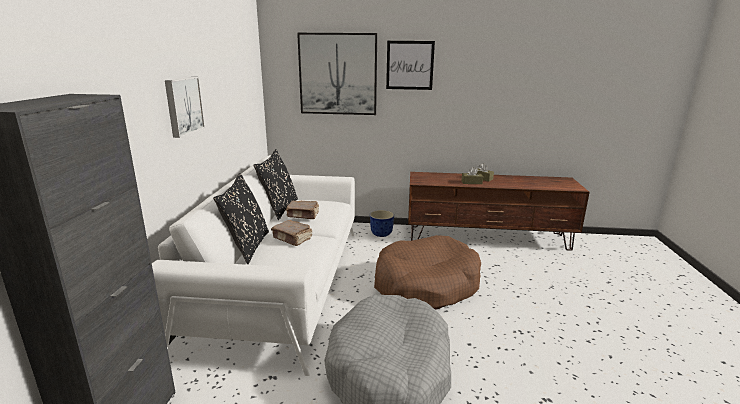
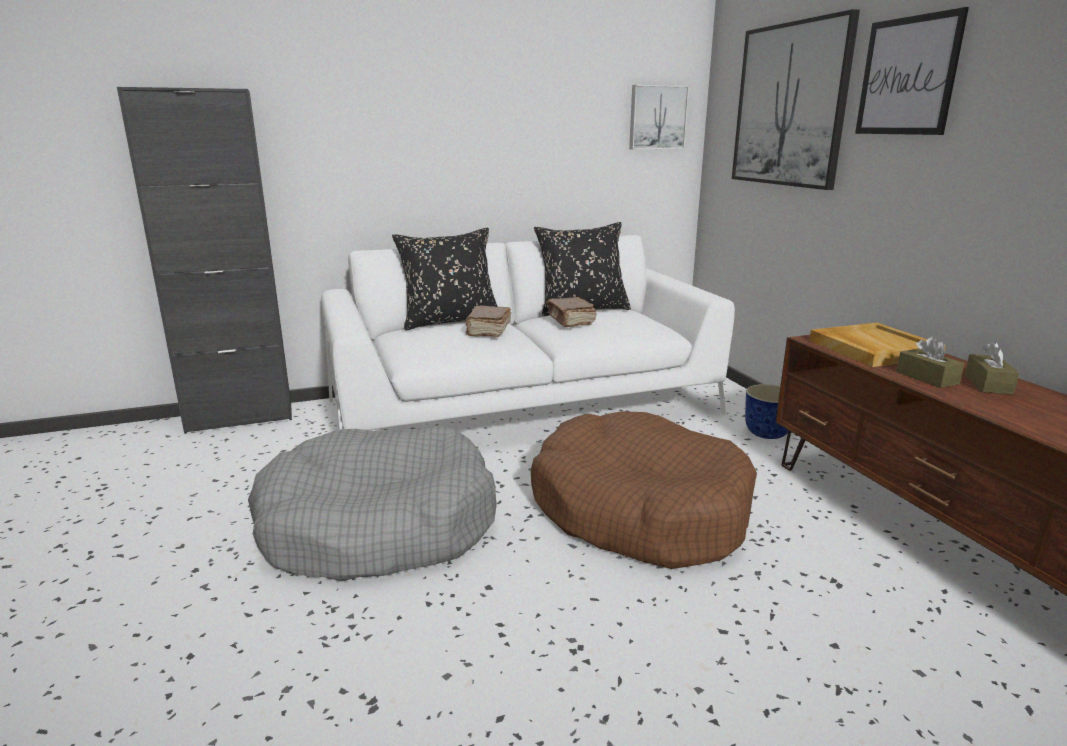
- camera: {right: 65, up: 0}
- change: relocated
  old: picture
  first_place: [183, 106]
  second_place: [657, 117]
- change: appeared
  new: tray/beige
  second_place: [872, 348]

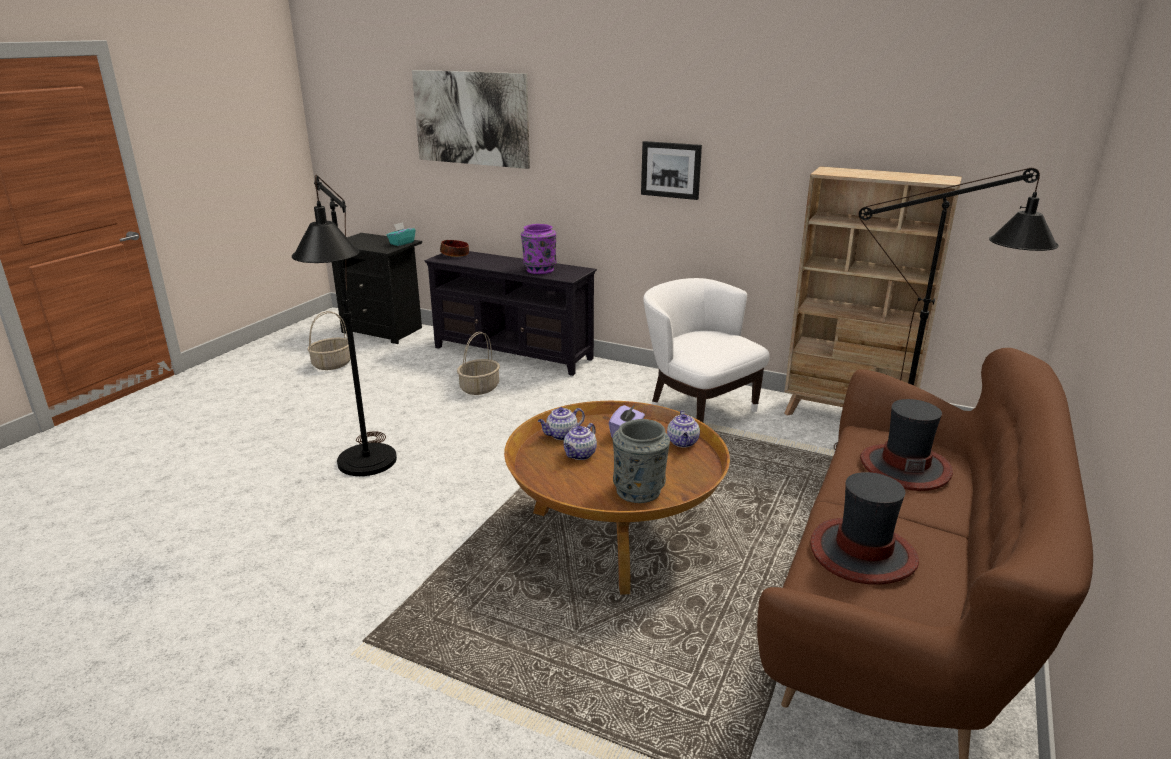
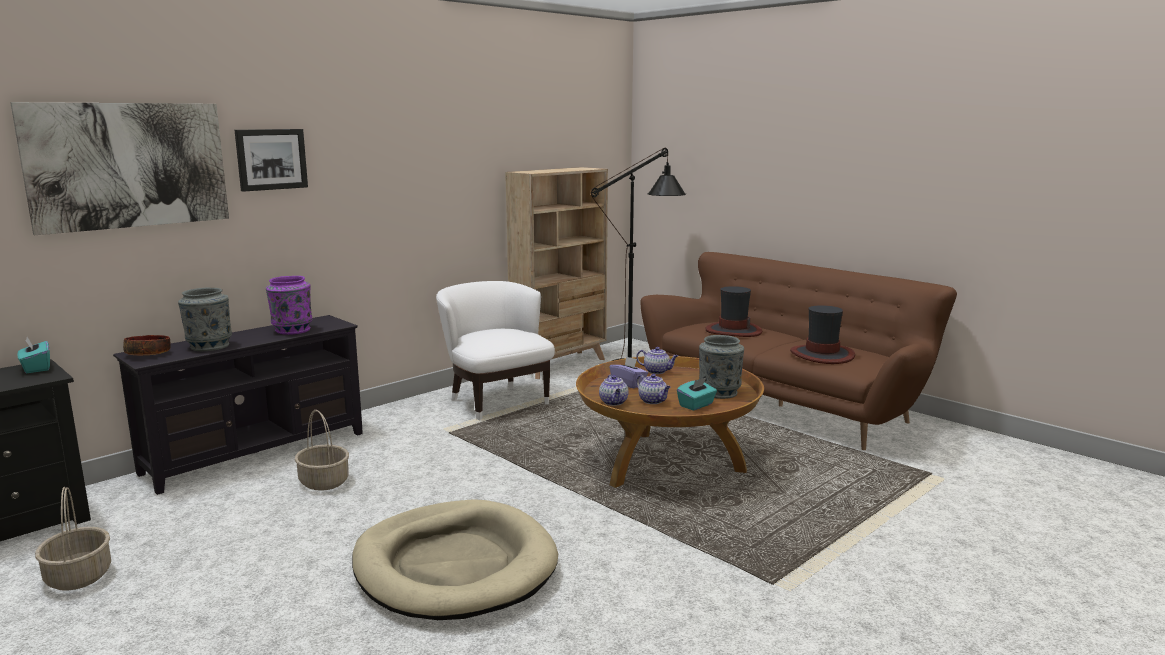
- camera: {right: -70, up: -10}
- change: exchanged
  old: floor lamp/black
  new: dog bed/beige
  first_place: [365, 470]
  second_place: [454, 566]
- change: relocated
  old: picture
  first_place: [671, 170]
  second_place: [271, 159]
- change: spun
  old: armchair/white
  first_place: [698, 409]
  second_place: [496, 401]
  degrees: 75
- change: appeared
  new: vase/grey
  second_place: [209, 346]
- change: appeared
  new: tissue box/turquoise
  second_place: [696, 405]

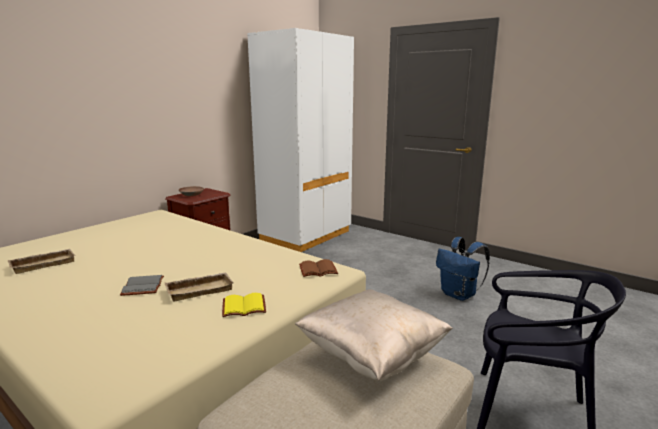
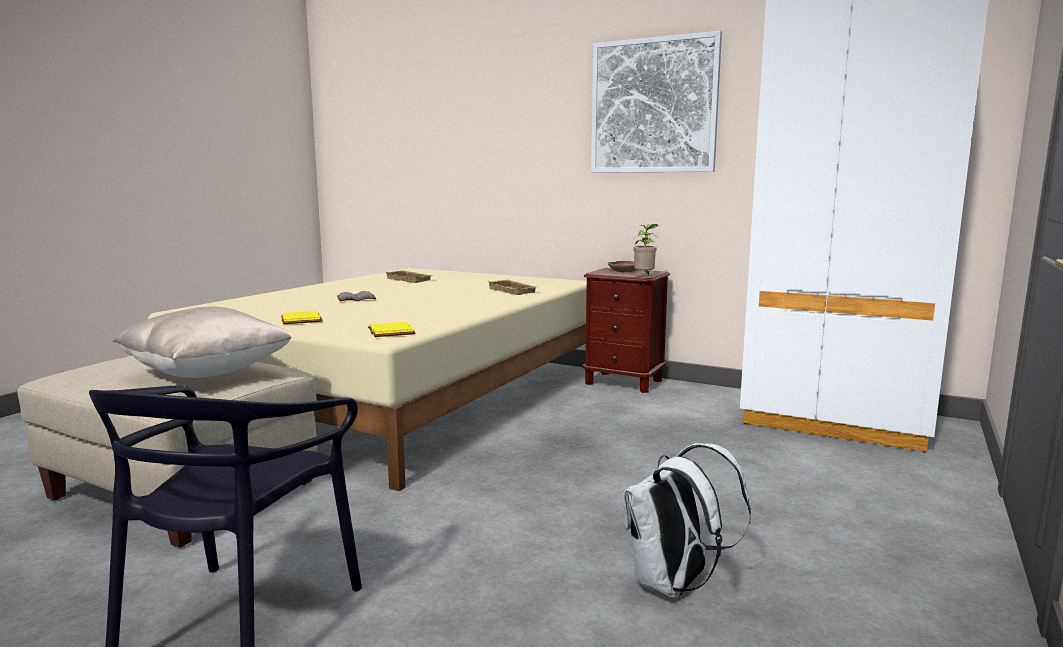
- camera: {right: 80, up: -5}
- change: relocated
  old: tray/beige
  first_place: [200, 289]
  second_place: [514, 291]
- change: colour
  old: book/brown
  new: book/yellow
  first_place: [317, 270]
  second_place: [389, 332]
- change: colour
  old: backpack/blue
  new: backpack/white
  first_place: [459, 295]
  second_place: [674, 585]
- change: appeared
  new: picture
  second_place: [653, 106]
- change: appeared
  new: potted plant
  second_place: [644, 277]

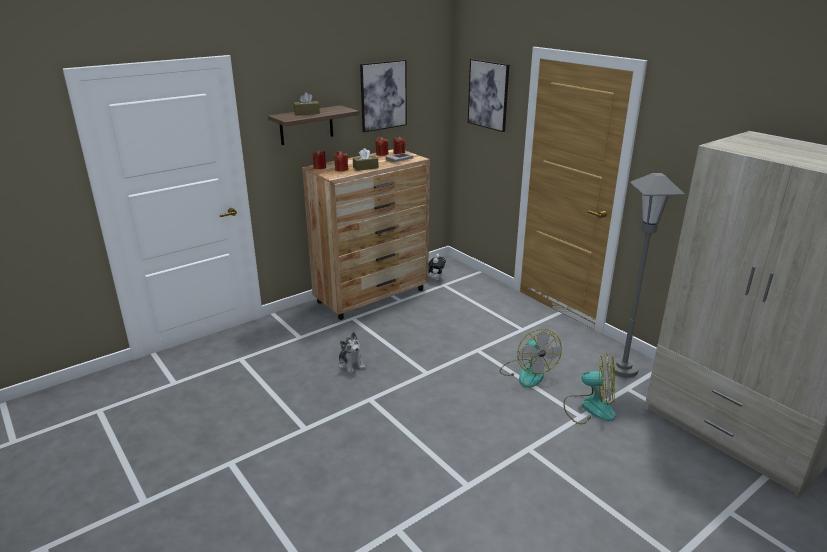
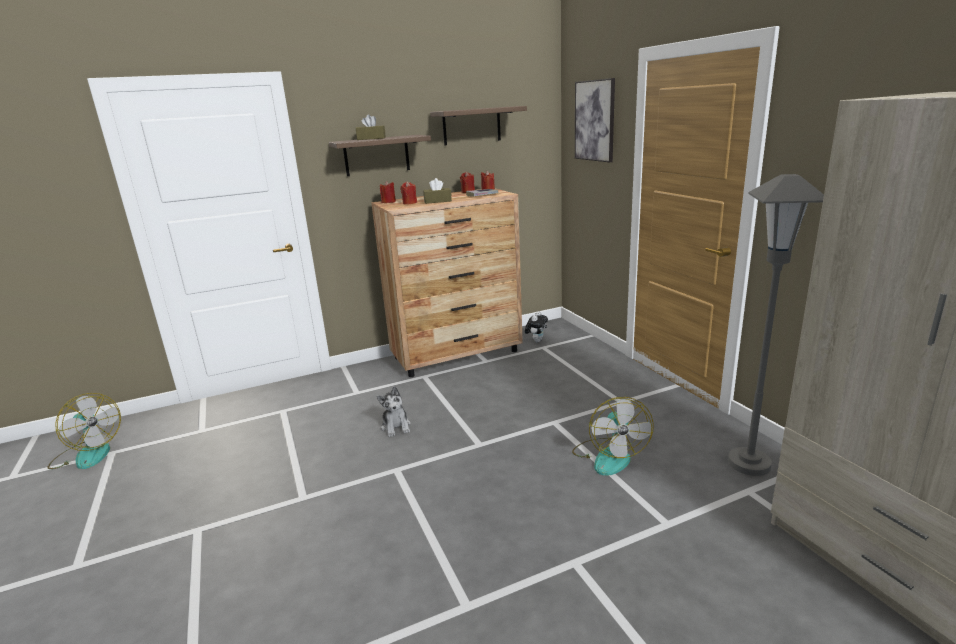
- camera: {right: 15, up: -5}
- change: exchanged
  old: picture
  new: shelf
  first_place: [383, 95]
  second_place: [471, 126]
- change: relocated
  old: fan
  first_place: [589, 407]
  second_place: [88, 454]

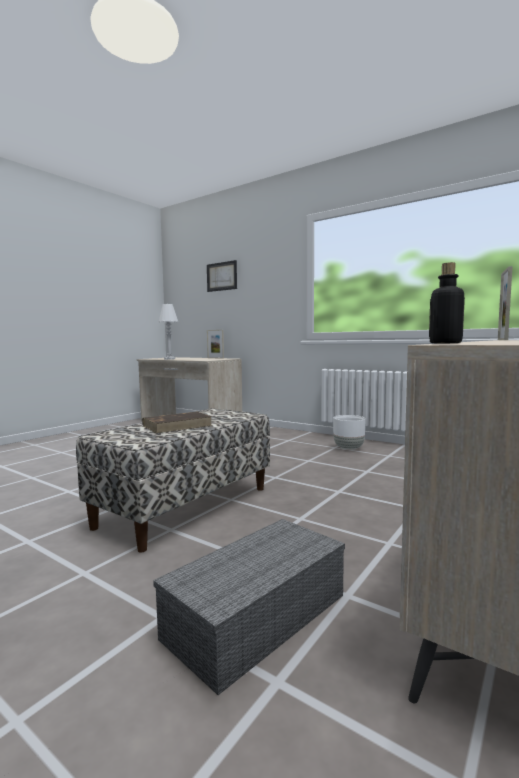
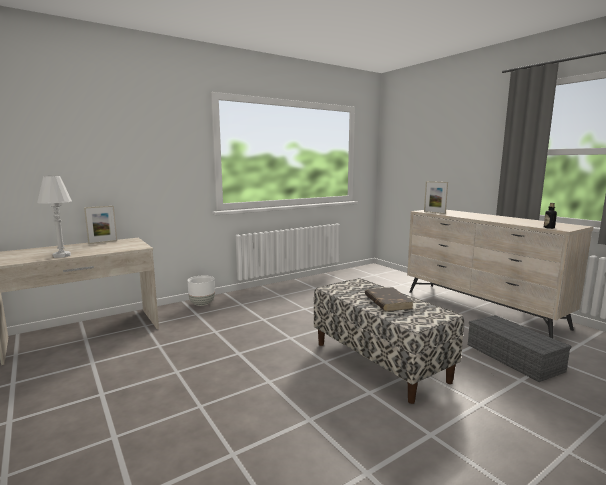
- camera: {right: -70, up: 5}
- change: missing
  old: picture
  first_place: [222, 276]
- change: relocated
  old: planter/white
  first_place: [348, 448]
  second_place: [202, 304]

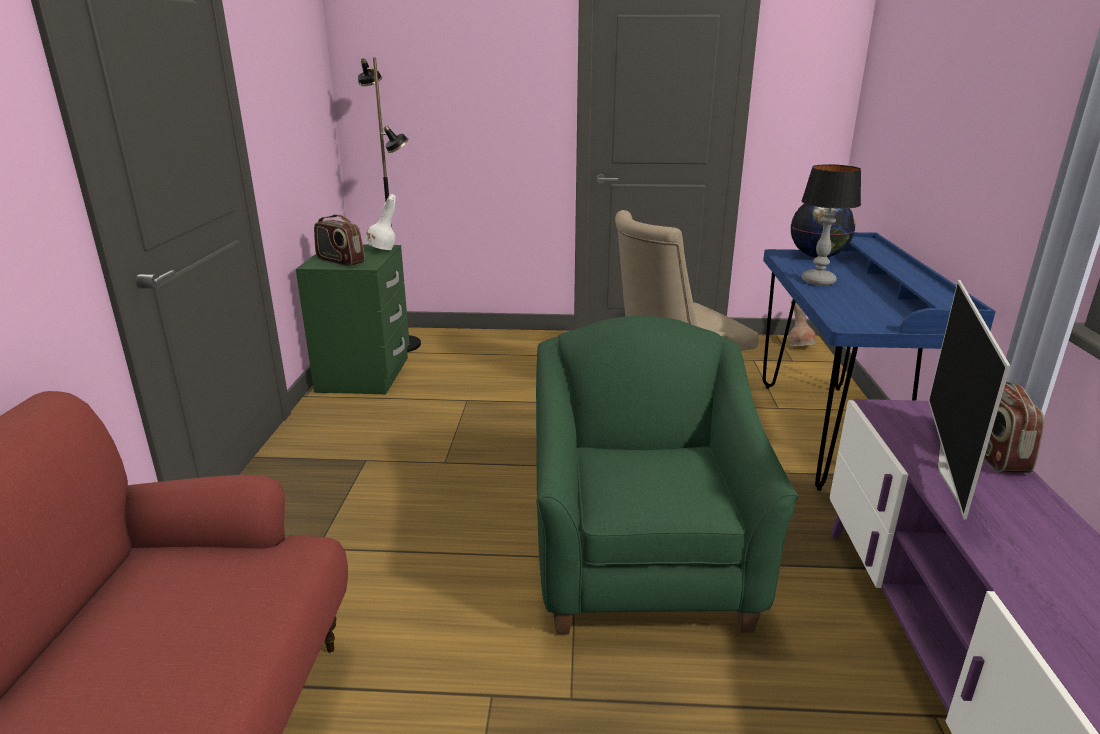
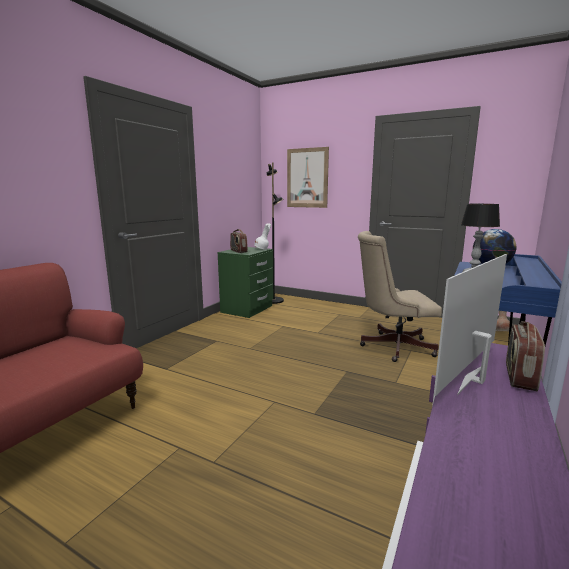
- camera: {right: 25, up: -10}
- change: missing
  old: armchair/green
  first_place: [642, 563]
- change: appeared
  new: picture
  second_place: [307, 178]

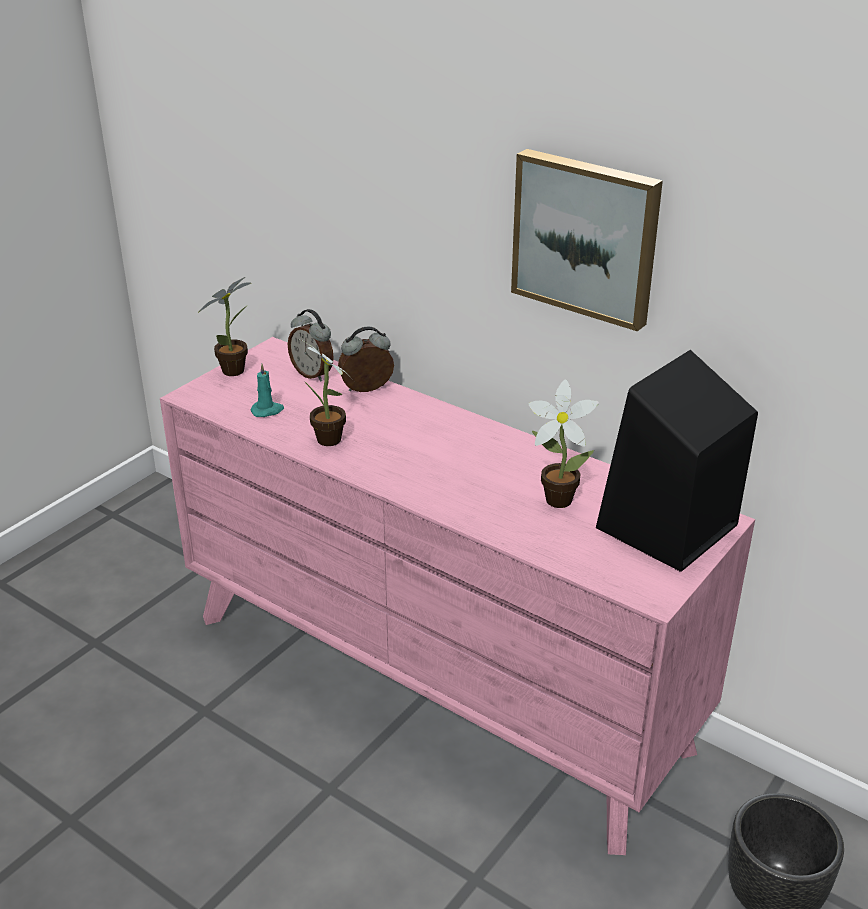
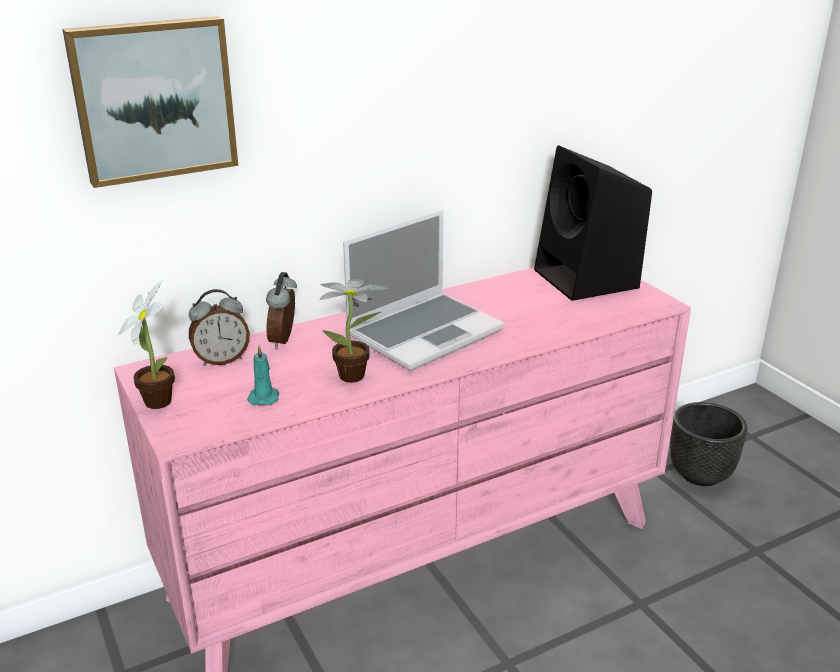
- camera: {right: -65, up: -5}
- change: relocated
  old: picture
  first_place: [586, 236]
  second_place: [153, 99]
- change: missing
  old: potted plant
  first_place: [555, 498]
- change: appeared
  new: laptop
  second_place: [425, 332]

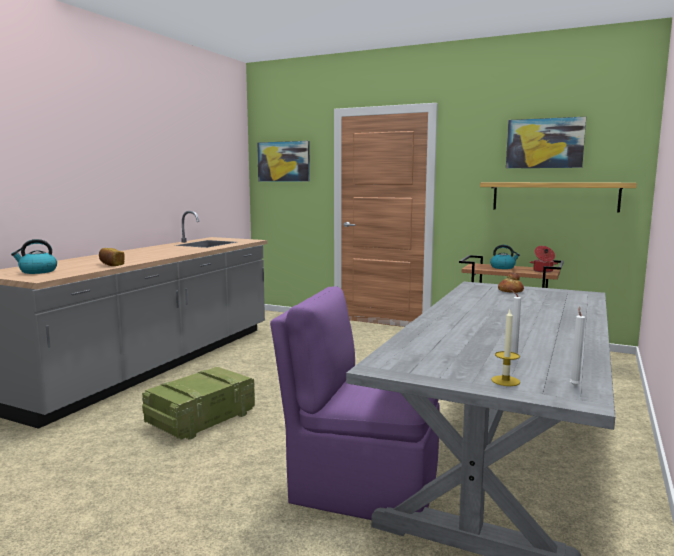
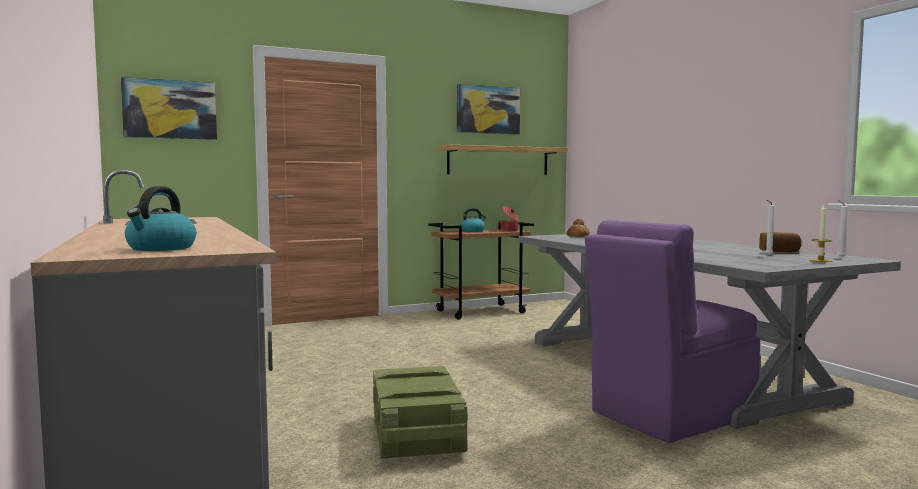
- camera: {right: -50, up: -5}
- change: relocated
  old: bread
  first_place: [111, 264]
  second_place: [779, 252]

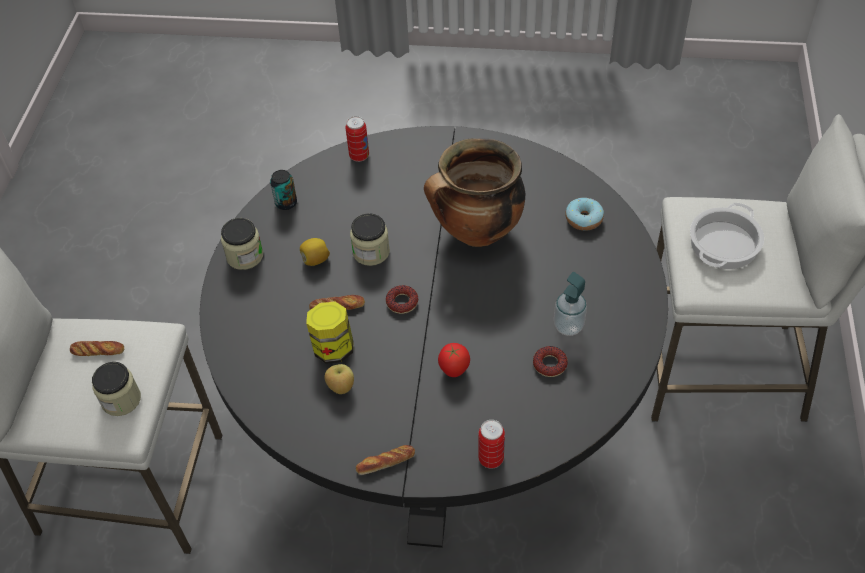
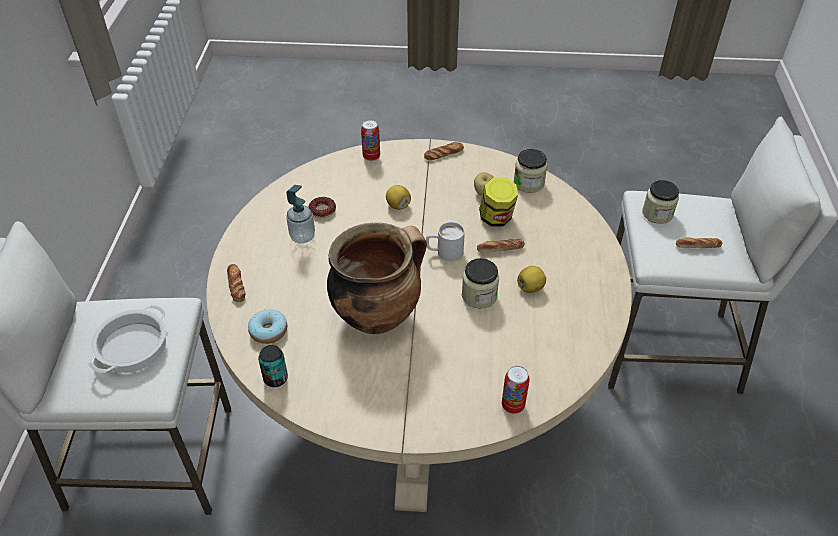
- camera: {right: 175, up: -5}
- change: colour
  old: dining table/black
  new: dining table/beige
  first_place: [439, 424]
  second_place: [418, 403]
- change: relocated
  old: jar
  first_place: [245, 256]
  second_place: [529, 183]
- change: relocated
  old: can
  first_place: [286, 203]
  second_place: [275, 378]
- change: exchanged
  old: donut
  new: mug/white
  first_place: [402, 302]
  second_place: [444, 252]
- change: exchanged
  old: tomato
  new: lemon
  first_place: [453, 370]
  second_place: [398, 205]
- change: appeared
  new: bread
  second_place: [236, 285]

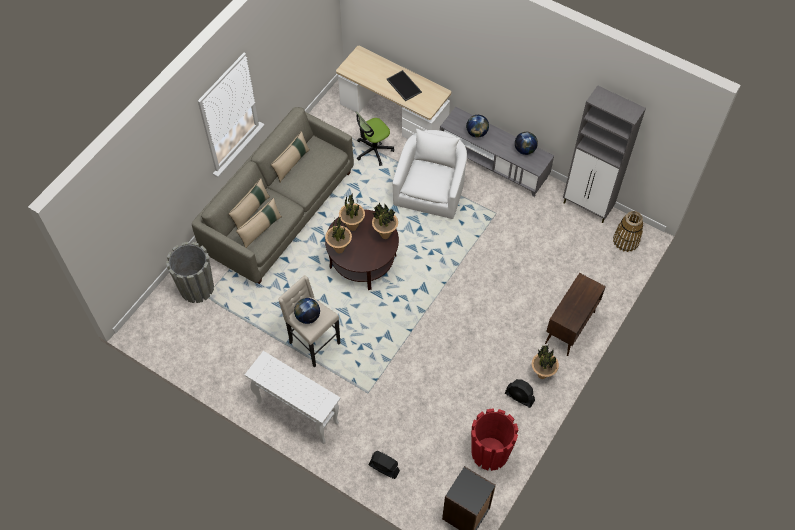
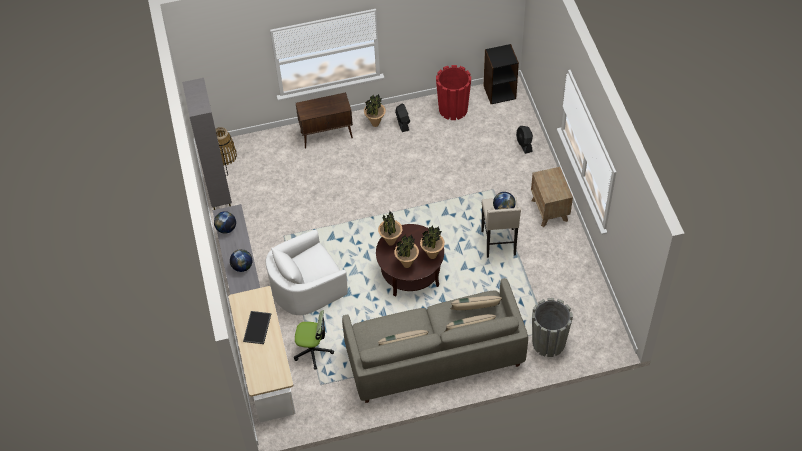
- camera: {right: -135, up: -5}
- change: exchanged
  old: console table/white
  new: nightstand/brown
  first_place: [297, 412]
  second_place: [549, 210]

